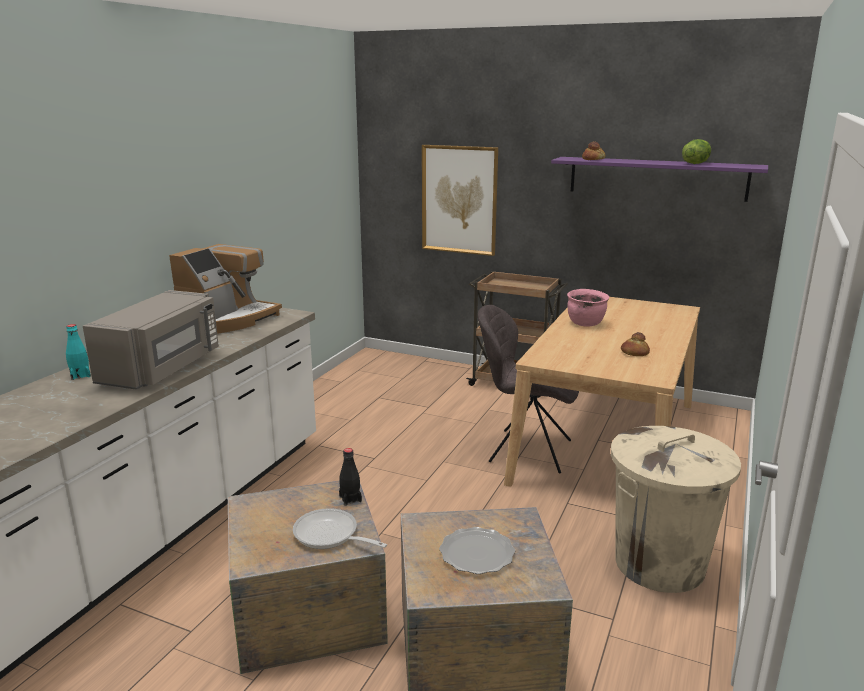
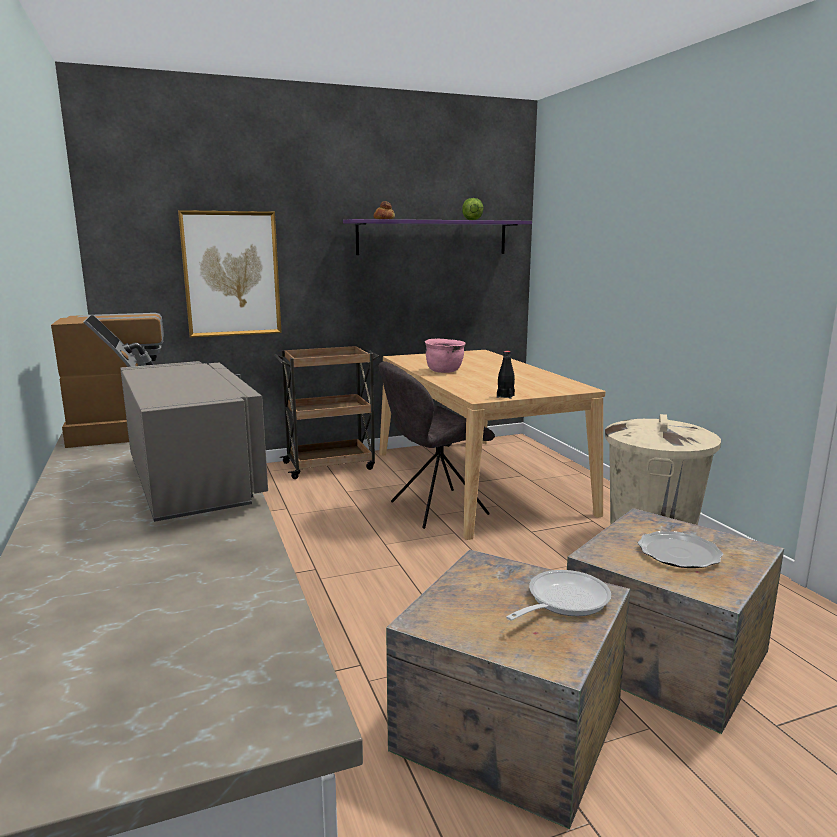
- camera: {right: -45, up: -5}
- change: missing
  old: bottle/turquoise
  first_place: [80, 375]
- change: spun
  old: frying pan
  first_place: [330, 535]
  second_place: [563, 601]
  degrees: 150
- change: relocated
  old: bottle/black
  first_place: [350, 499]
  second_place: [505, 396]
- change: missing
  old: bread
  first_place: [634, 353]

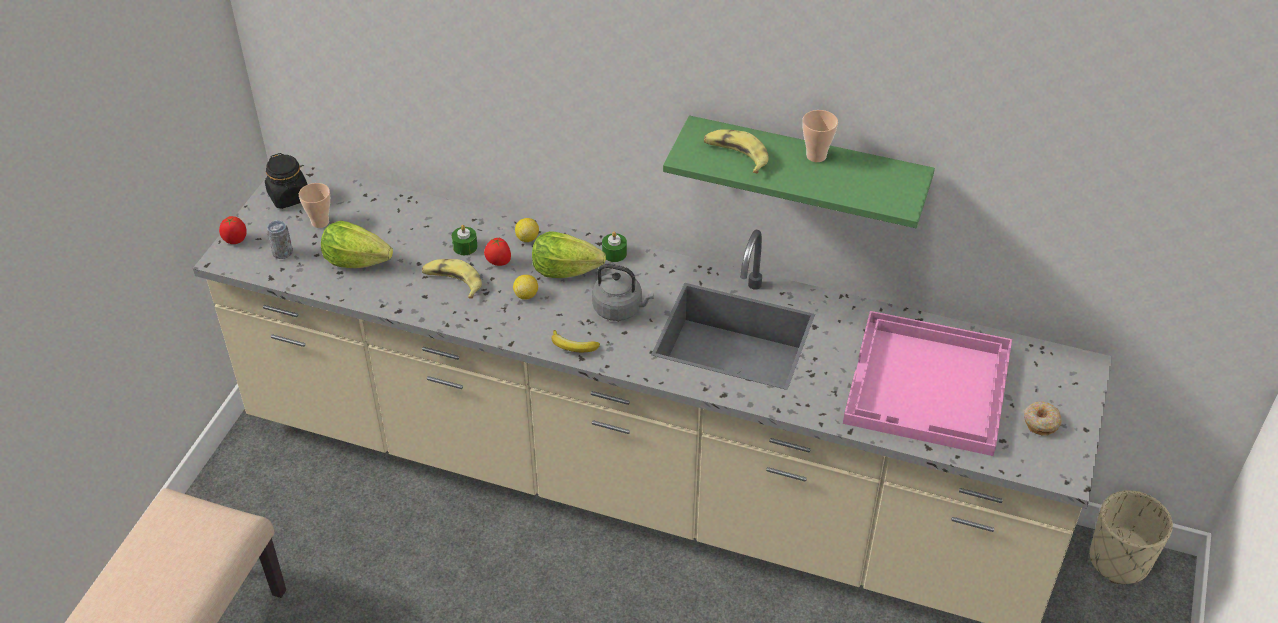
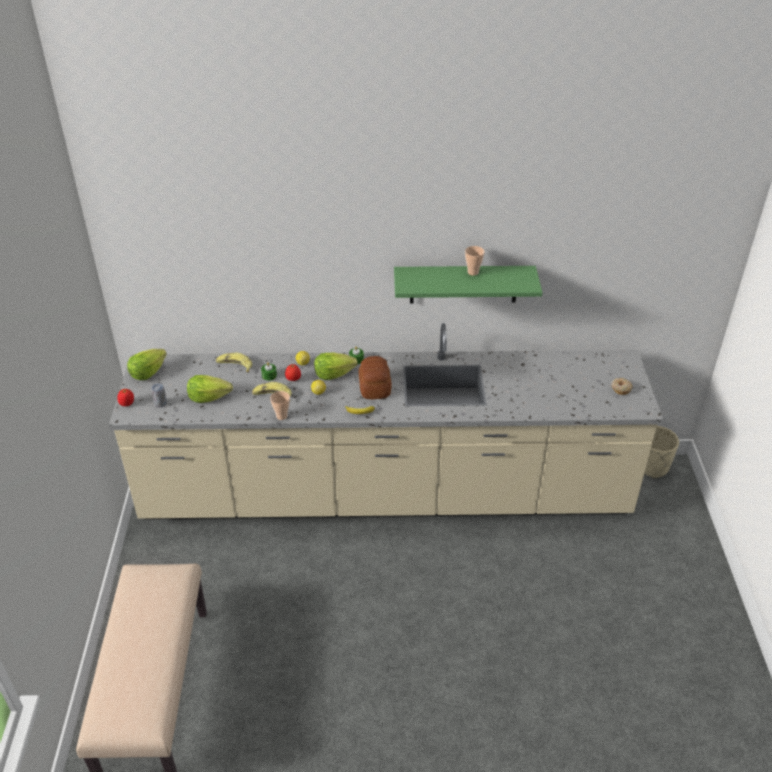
- camera: {right: -20, up: -5}
- change: exchanged
  old: jar/black
  new: lettuce
  first_place: [289, 196]
  second_place: [147, 373]
- change: relocated
  old: cup
  first_place: [320, 222]
  second_place: [282, 416]
- change: exchanged
  old: kettle/grey
  new: bread
  first_place: [620, 309]
  second_place: [375, 387]
- change: relocated
  old: banana
  first_place: [736, 155]
  second_place: [234, 365]
- change: missing
  old: tray/pink
  first_place: [929, 386]

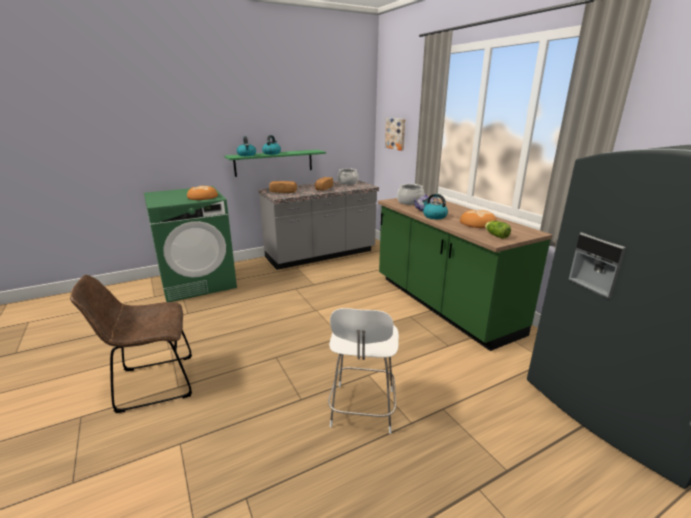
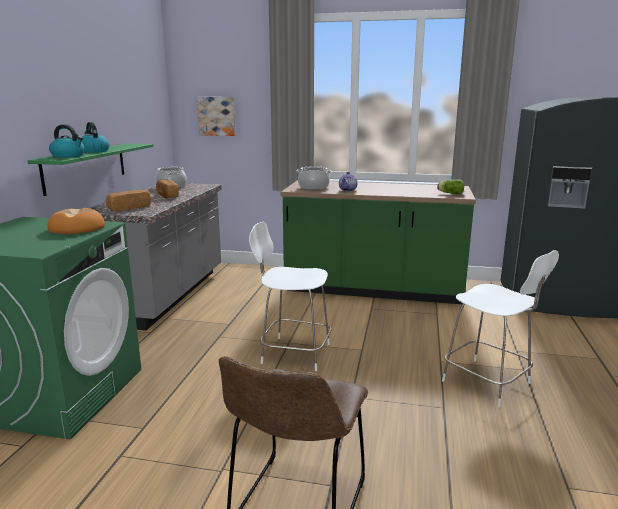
- camera: {right: -50, up: -5}
- change: missing
  old: kettle
  first_place: [434, 216]
- change: missing
  old: bread
  first_place: [478, 223]
- change: appeared
  new: chair/white
  second_place: [293, 353]

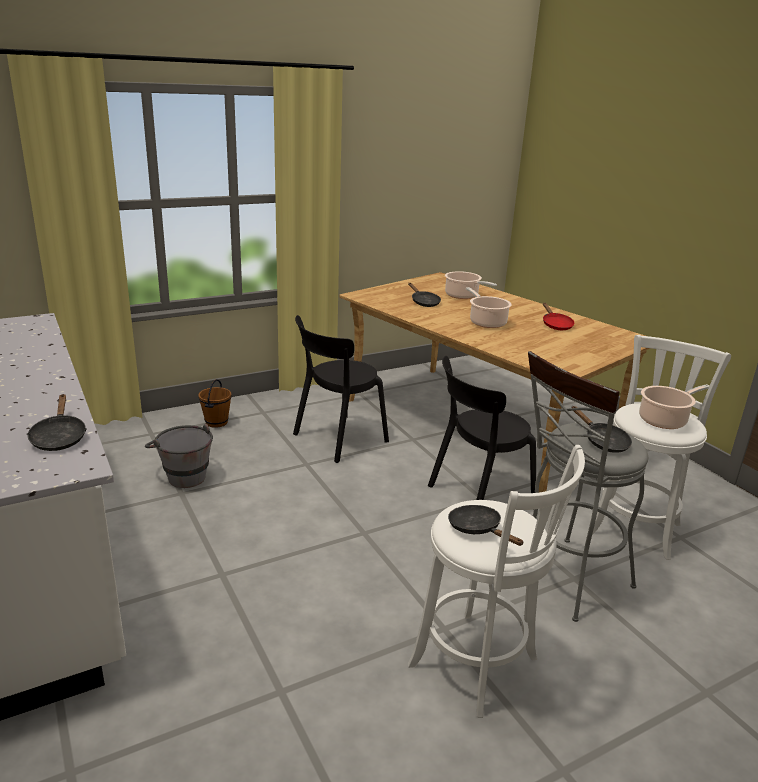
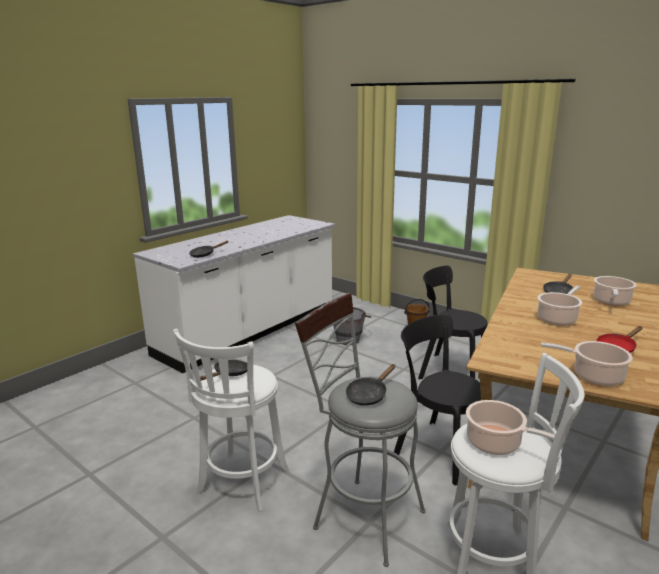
- camera: {right: 70, up: -5}
- change: appeared
  new: cooking pot
  second_place: [594, 376]

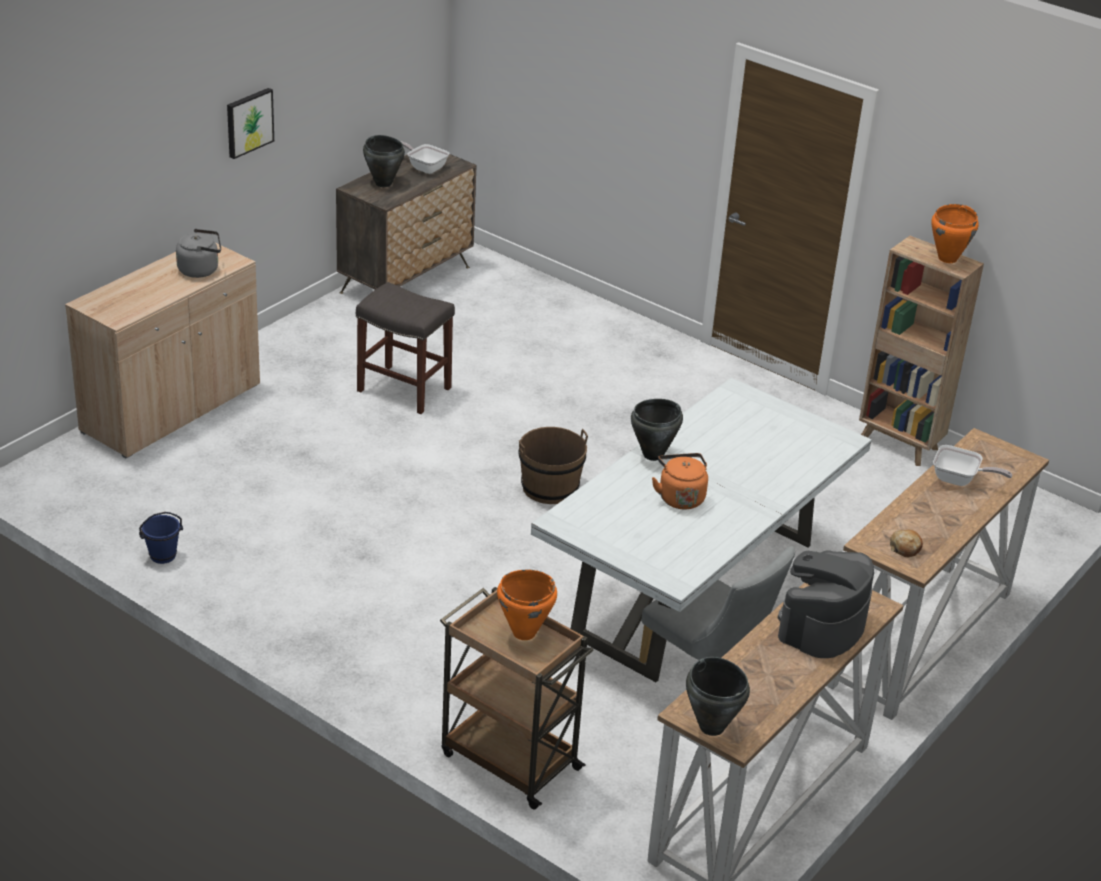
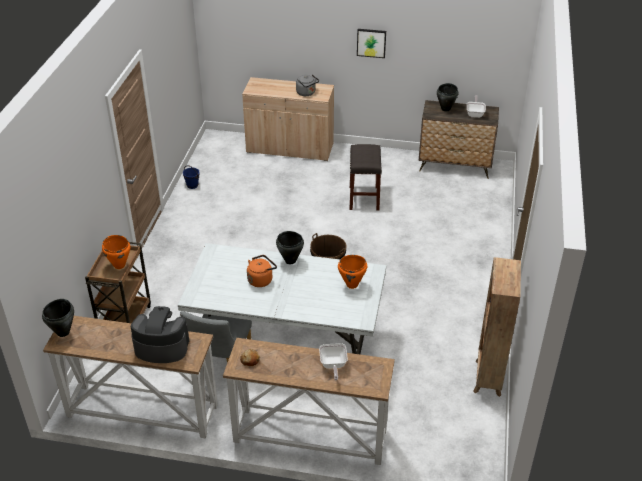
- camera: {right: 65, up: 5}
- change: relocated
  old: cooking pot/orange
  first_place: [948, 258]
  second_place: [352, 285]

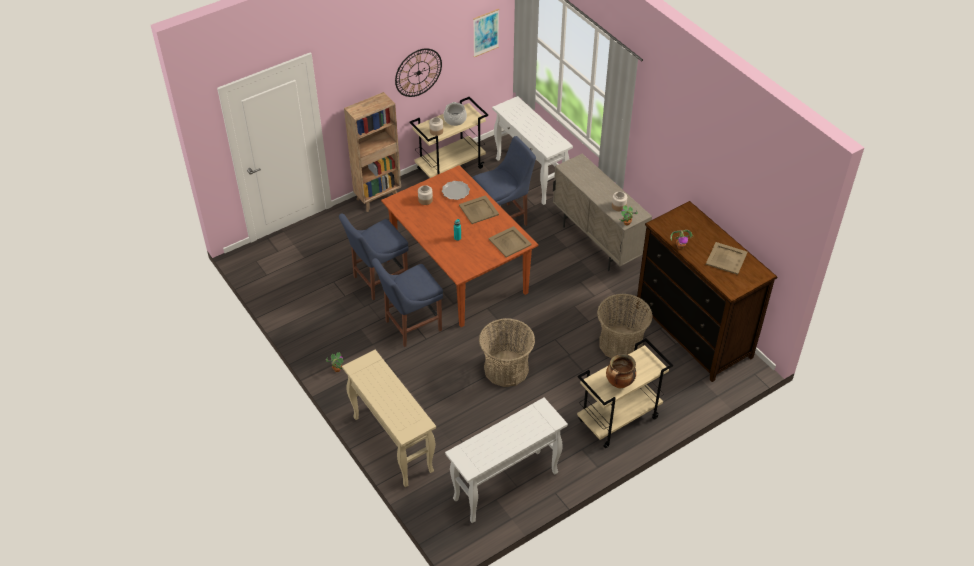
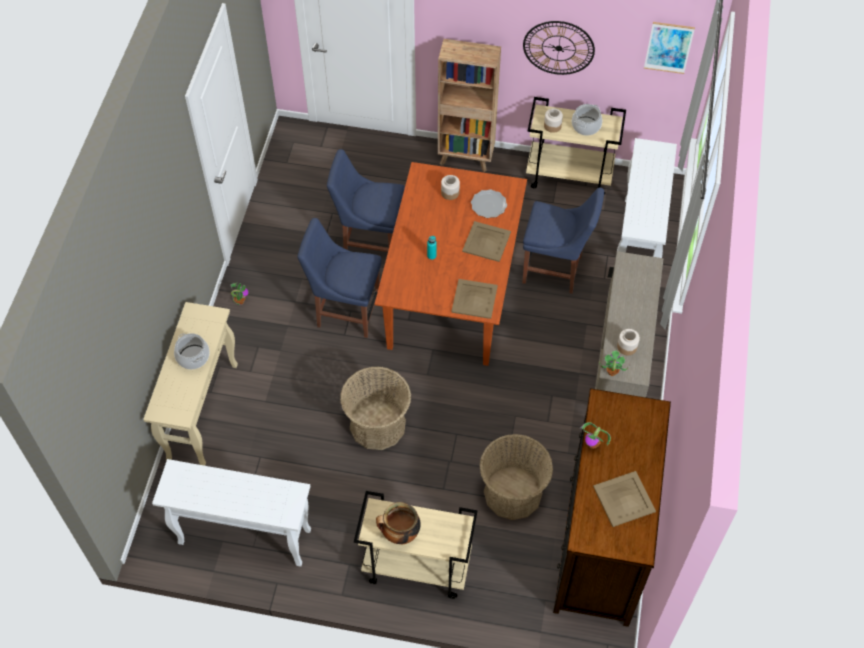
- camera: {right: 45, up: 10}
- change: appeared
  new: cooking pot
  second_place: [193, 357]

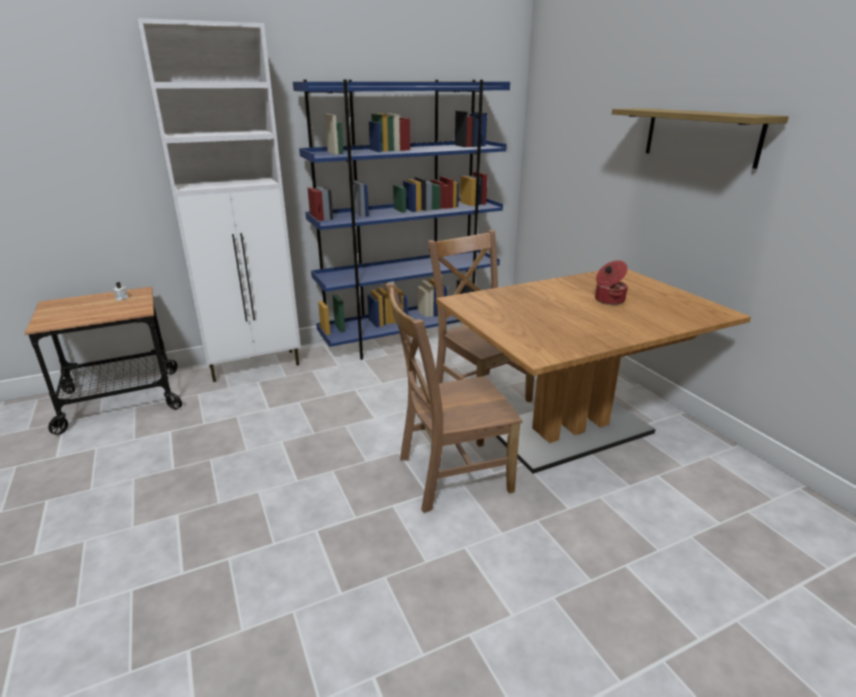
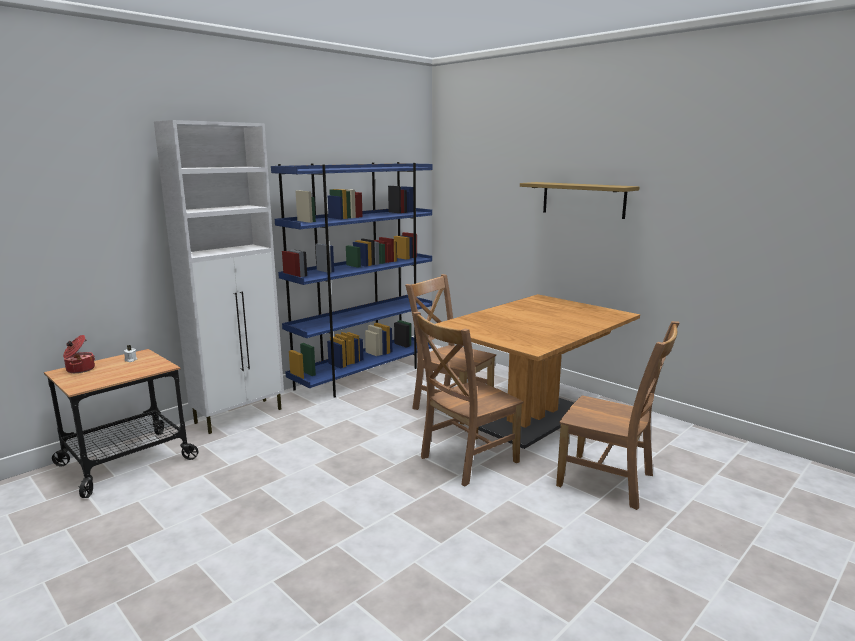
- camera: {right: -20, up: -10}
- change: relocated
  old: cooking pot
  first_place: [608, 300]
  second_place: [79, 369]
- change: appeared
  new: chair/brown
  second_place: [609, 481]

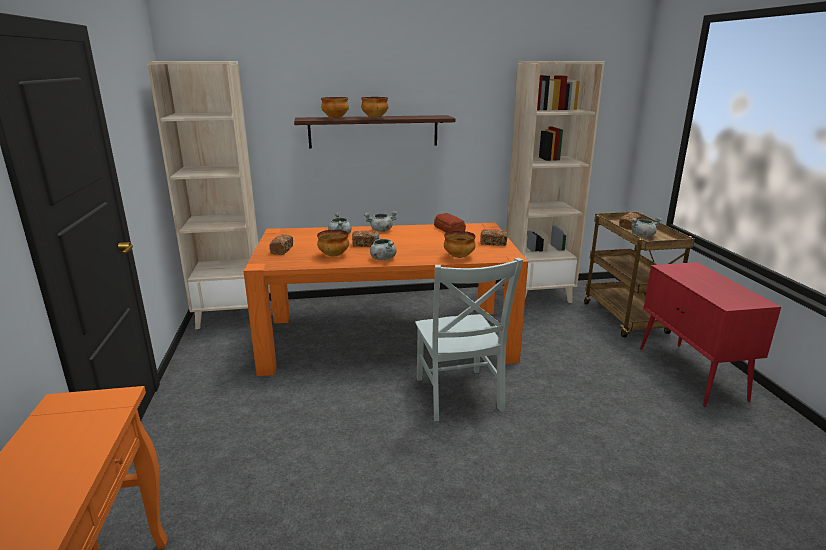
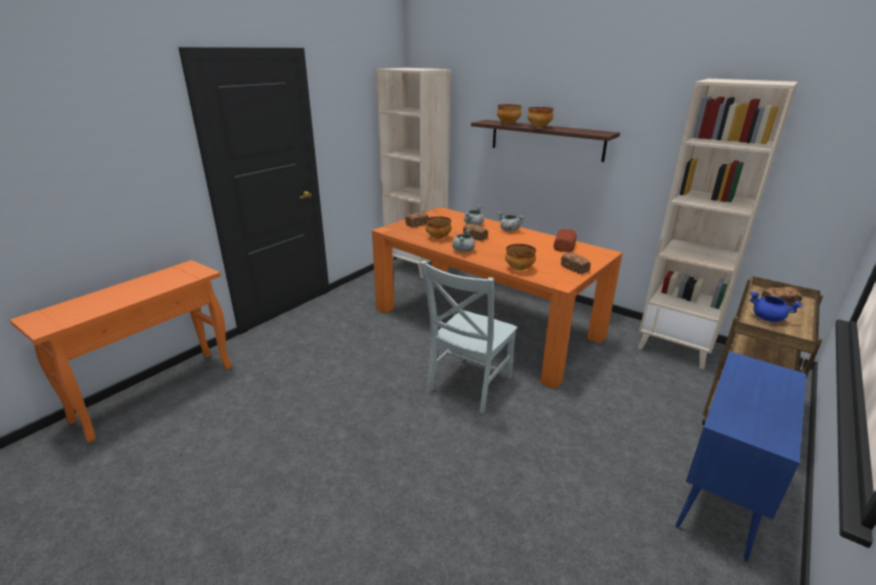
- camera: {right: 45, up: 5}
- change: colour
  old: cooking pot/grey
  new: cooking pot/blue
  first_place: [642, 236]
  second_place: [768, 318]
- change: colour
  old: cabinet/red
  new: cabinet/blue
  first_place: [691, 373]
  second_place: [721, 496]

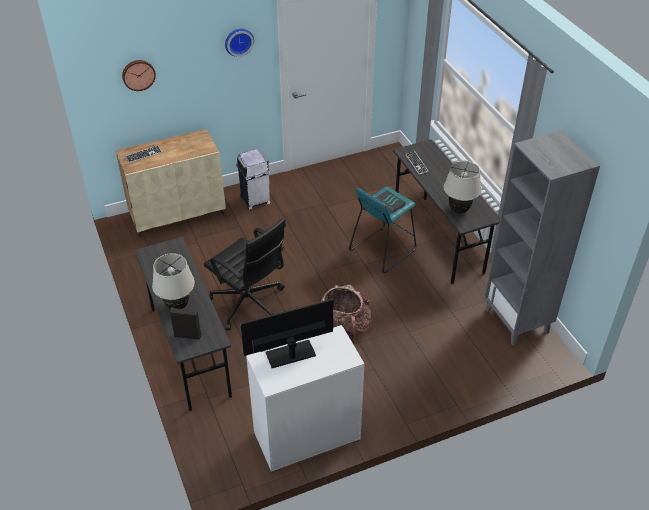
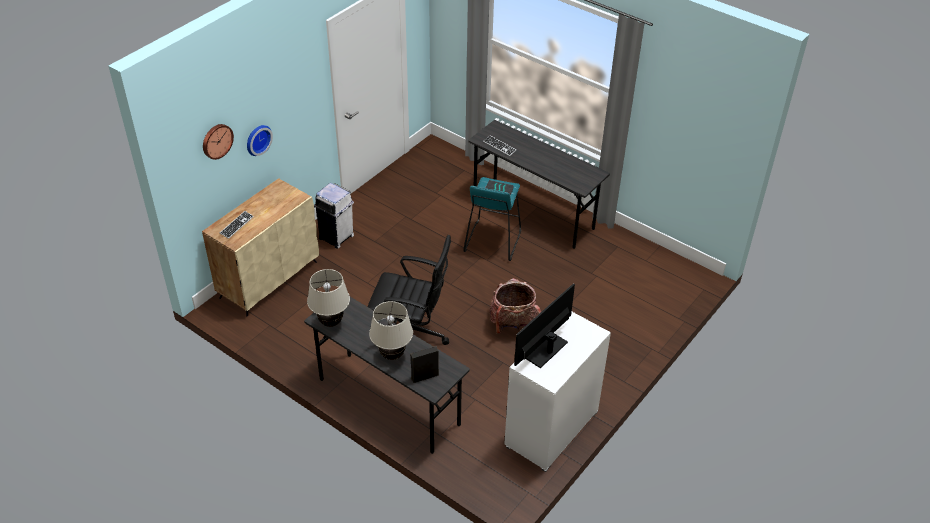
- camera: {right: -30, up: 0}
- change: relocated
  old: wall clock
  first_place: [238, 41]
  second_place: [257, 139]
- change: relocated
  old: table lamp/beige
  first_place: [459, 210]
  second_place: [331, 322]
- change: missing
  old: bookcase/grey
  first_place: [517, 321]

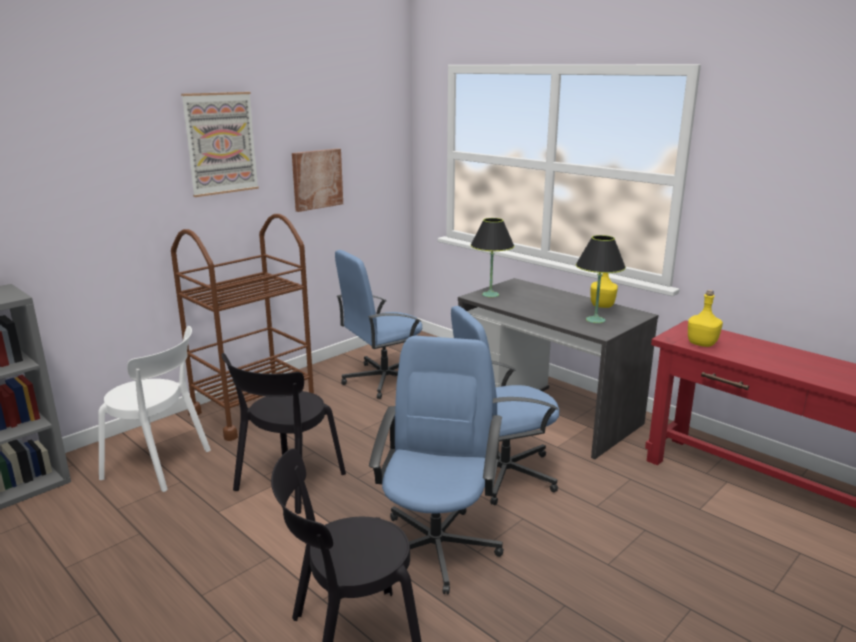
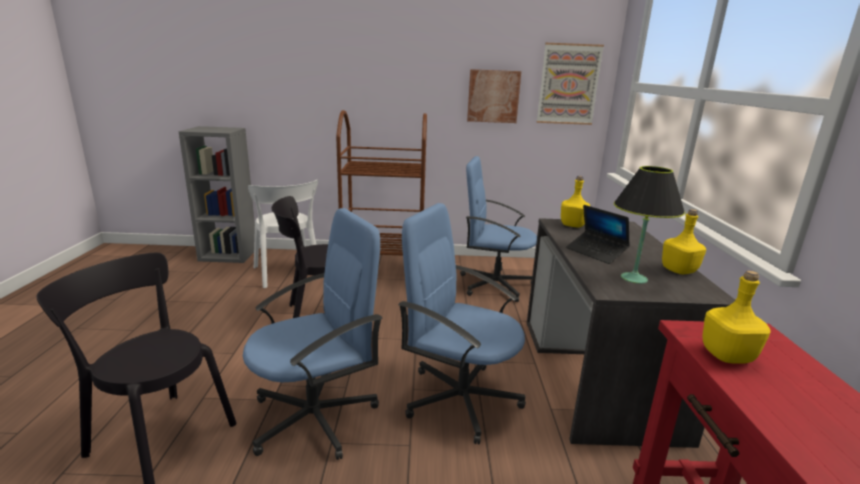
- camera: {right: 45, up: 0}
- change: relocated
  old: picture
  first_place: [221, 143]
  second_place: [568, 84]
- change: exchanged
  old: table lamp/black
  new: bottle/yellow
  first_place: [490, 294]
  second_place: [573, 225]
- change: appeared
  new: laptop
  second_place: [596, 252]

